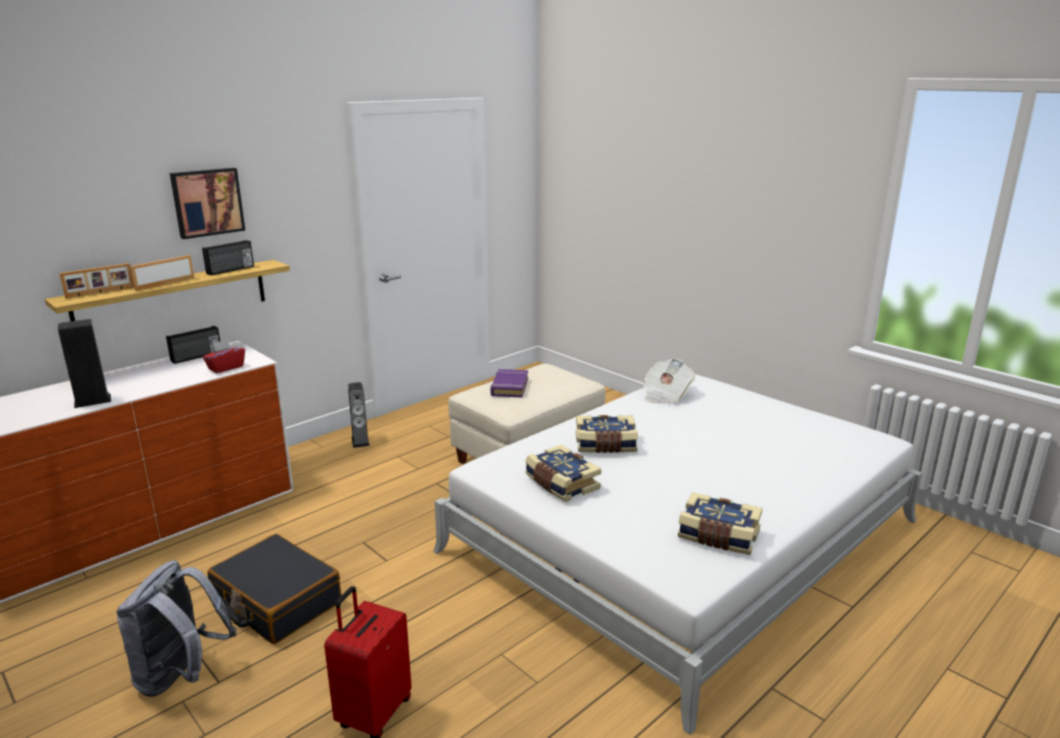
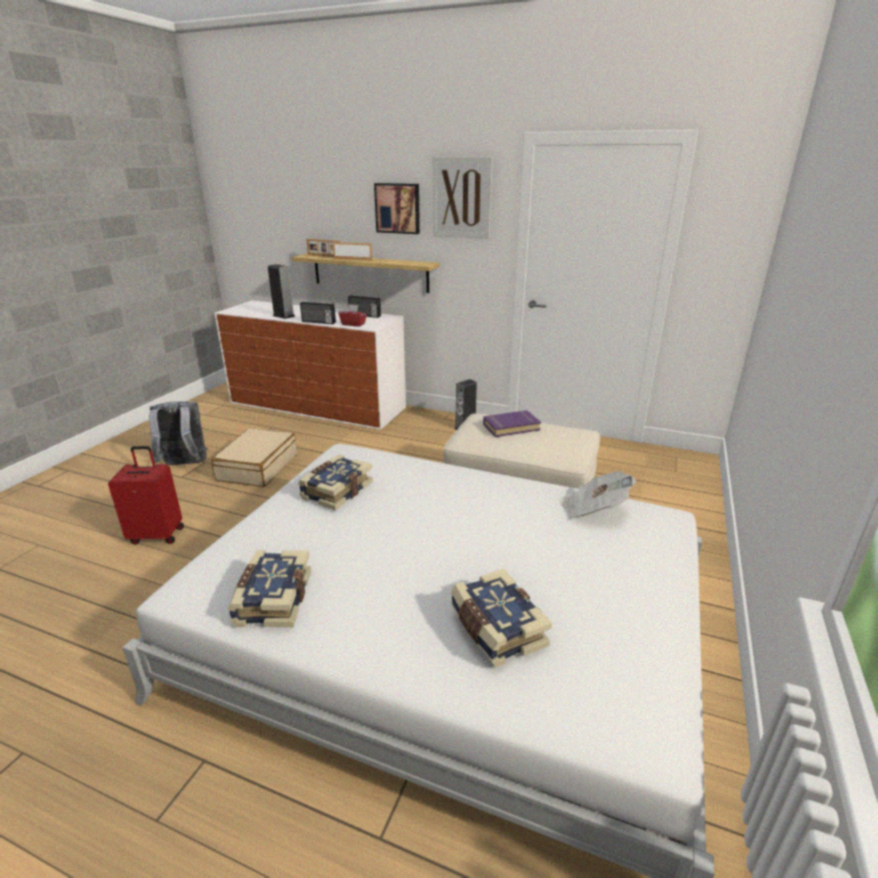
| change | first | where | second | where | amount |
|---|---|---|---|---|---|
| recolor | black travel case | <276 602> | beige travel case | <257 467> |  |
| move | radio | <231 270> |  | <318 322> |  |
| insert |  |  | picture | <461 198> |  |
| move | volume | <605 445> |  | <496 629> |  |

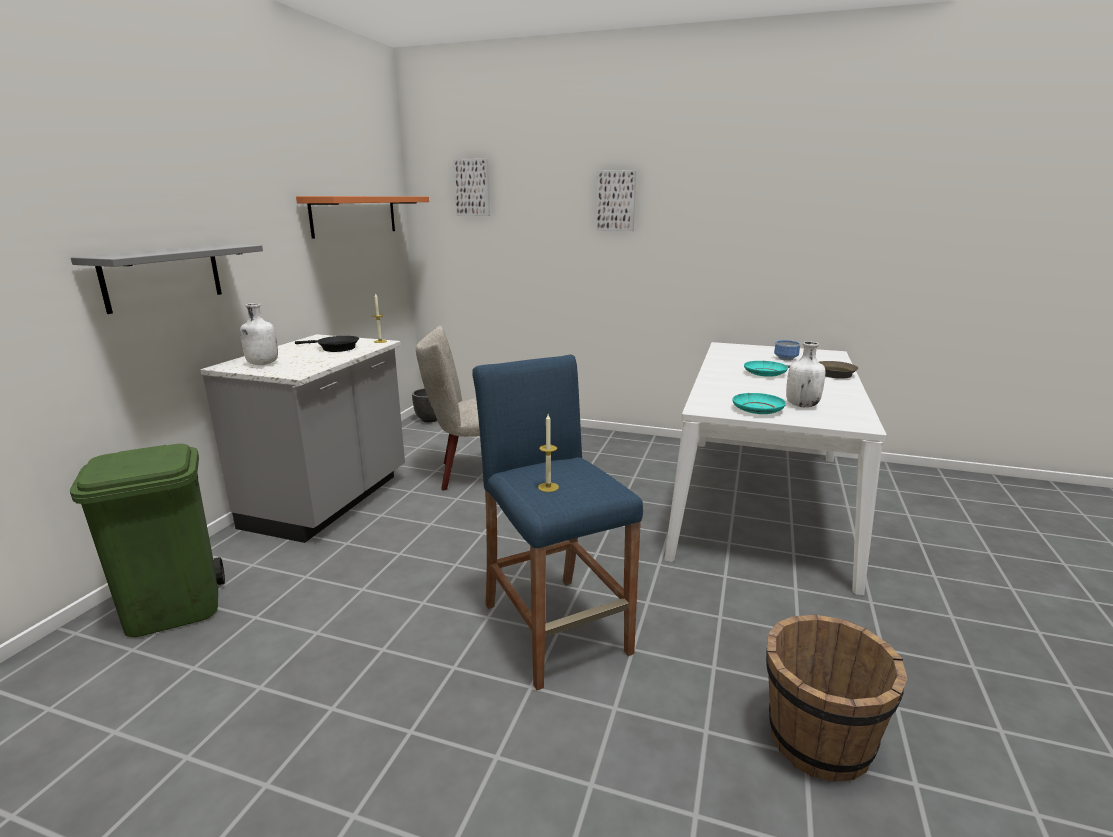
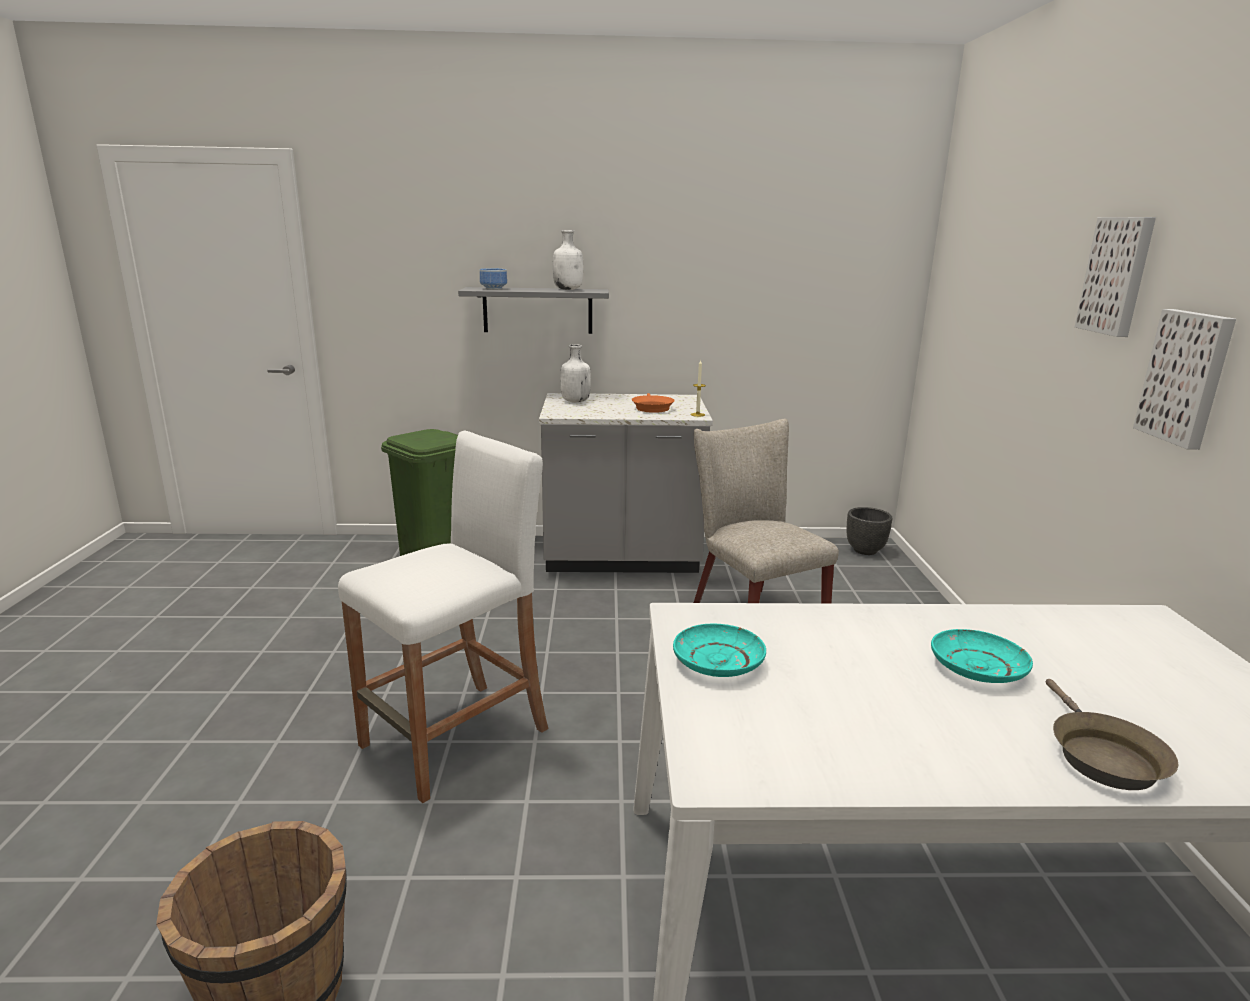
| change | first | where | second | where | amount |
|---|---|---|---|---|---|
| recolor | blue stool | <555 628> | white stool | <455 738> |  |
| move | deep dish | <786 358> |  | <494 289> |  |
| move | white beverage bottle | <801 405> |  | <568 289> |  |
| recolor | black frying pan | <335 348> | orange-coloured frying pan | <651 408> |  |
| move | picture | <473 187> |  | <1187 377> |  |
| delete | orange-coloured wall shelf | <354 215> |  |  |  |
| delete | candle | <548 487> |  |  |  |

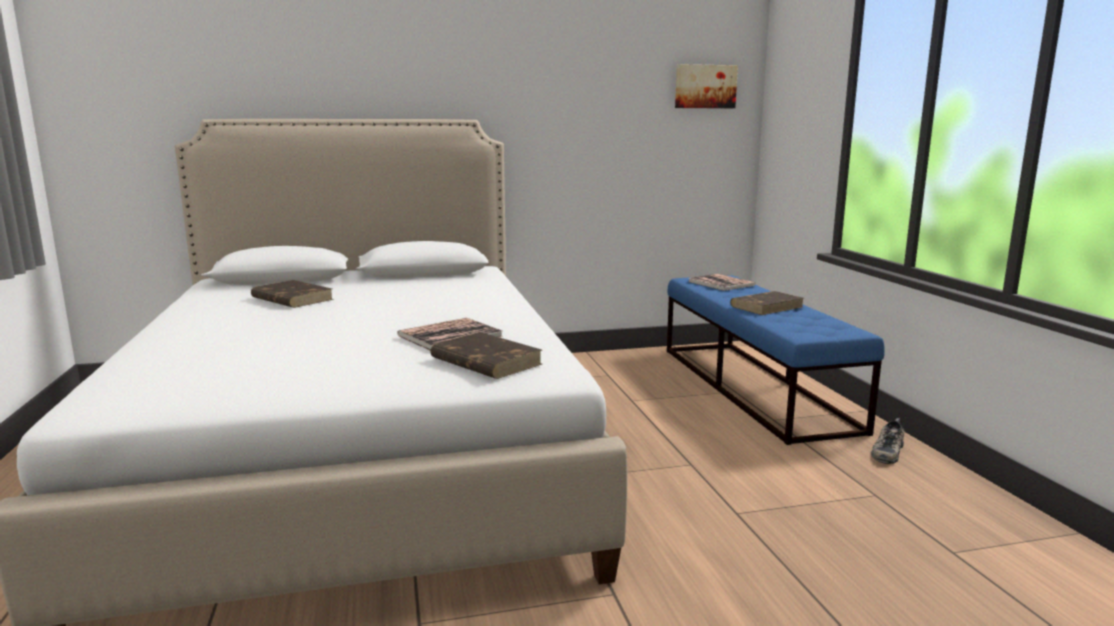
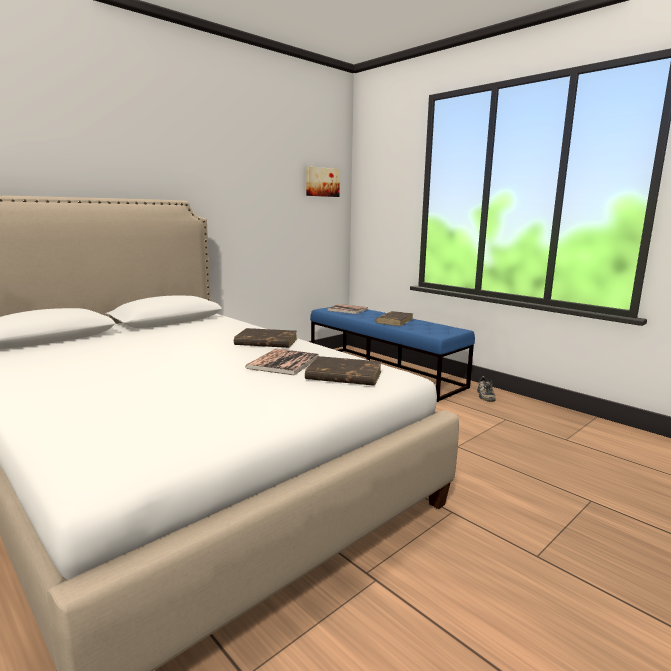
| change | first | where | second | where | amount |
|---|---|---|---|---|---|
| move | brownish volume | <291 298> |  | <265 342> |  |

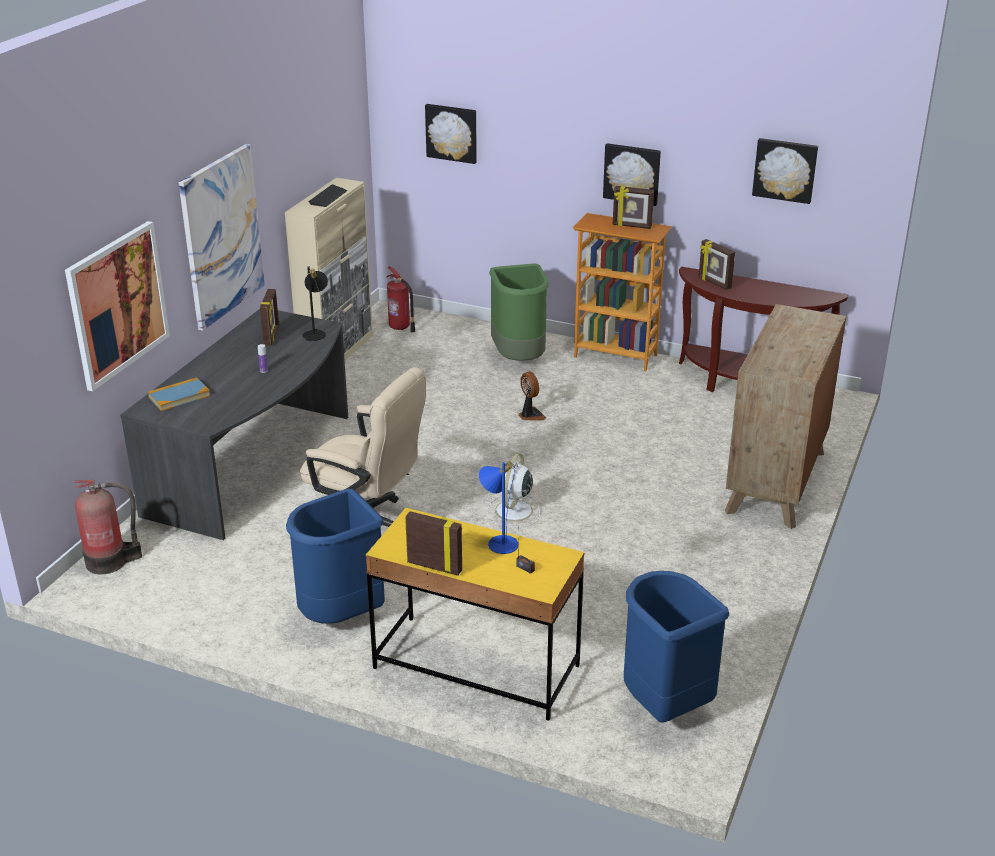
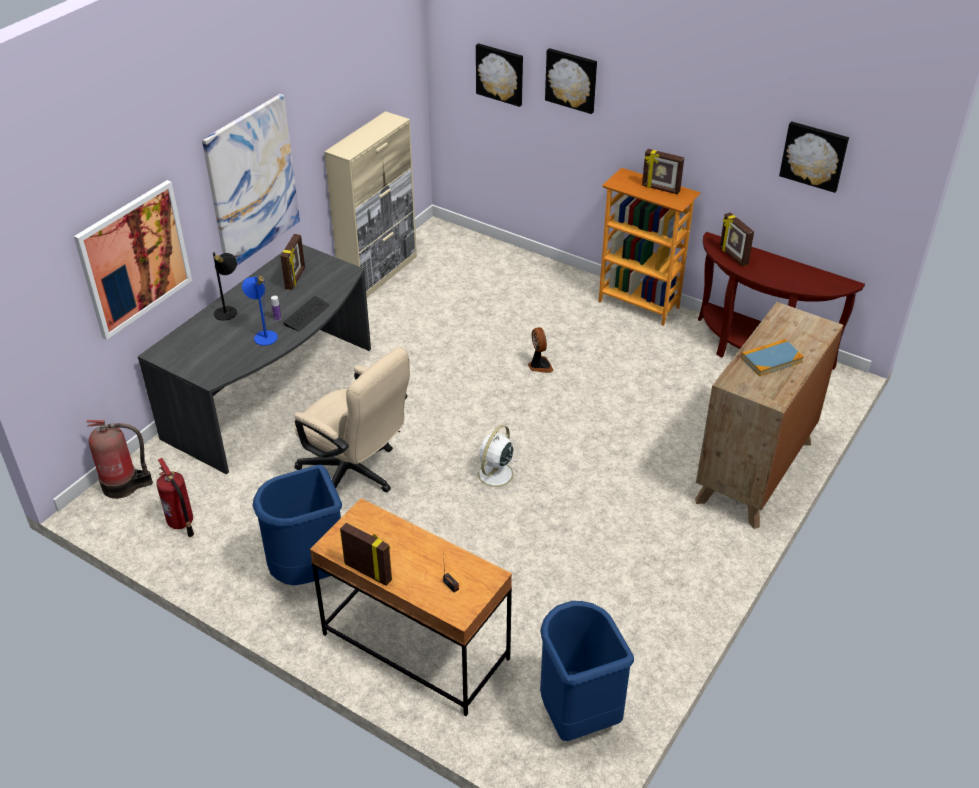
| change | first | where | second | where | amount |
|---|---|---|---|---|---|
| move | extinguisher | <400 327> |  | <181 523> |  |
| move | black tabletop lamp | <316 333> |  | <228 311> |  |
| move | blue tabletop lamp | <499 541> |  | <264 335> |  |
| move | computer keyboard | <328 197> |  | <306 315> |  |
| recolor | yellow-coloured desk unit | <476 667> | brownish desk unit | <415 646> |  |
| move | picture | <632 173> |  | <571 80> |  |
| move | volume | <179 396> |  | <771 359> |  |
| delete | green rubbish bin | <519 359> |  |  |  |

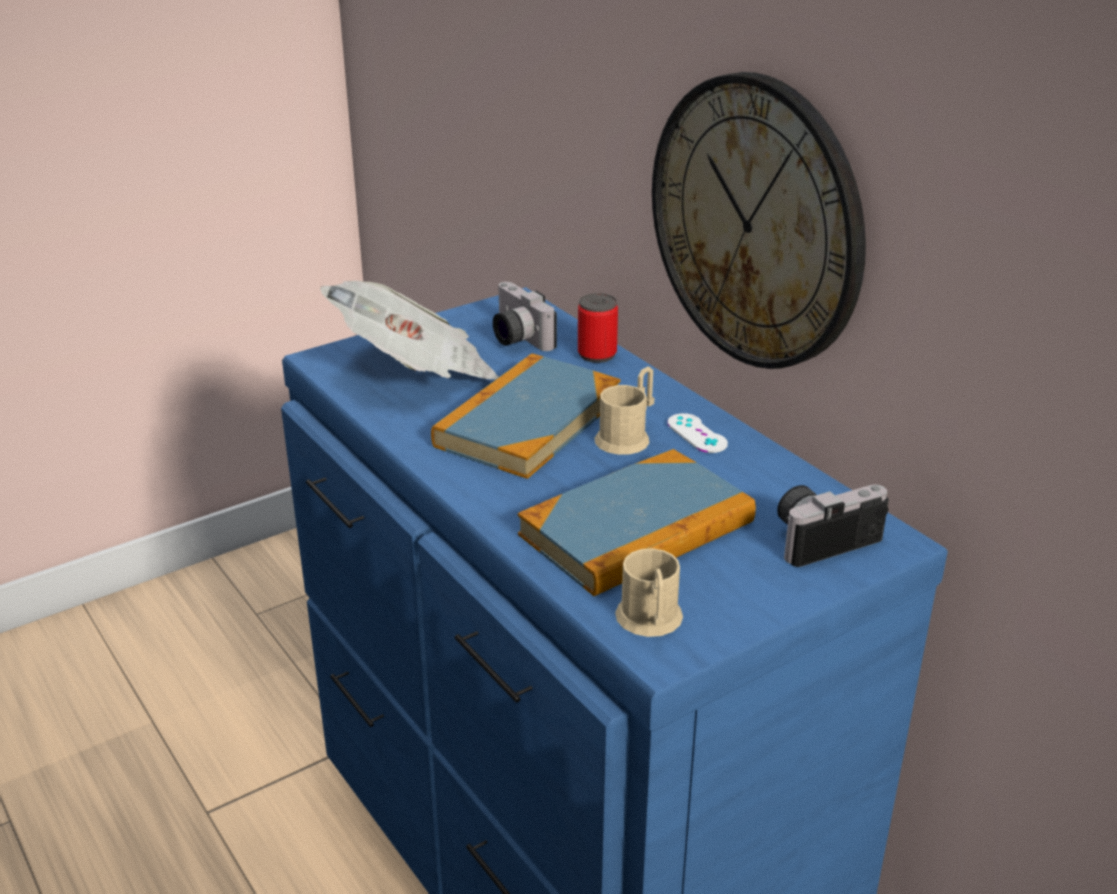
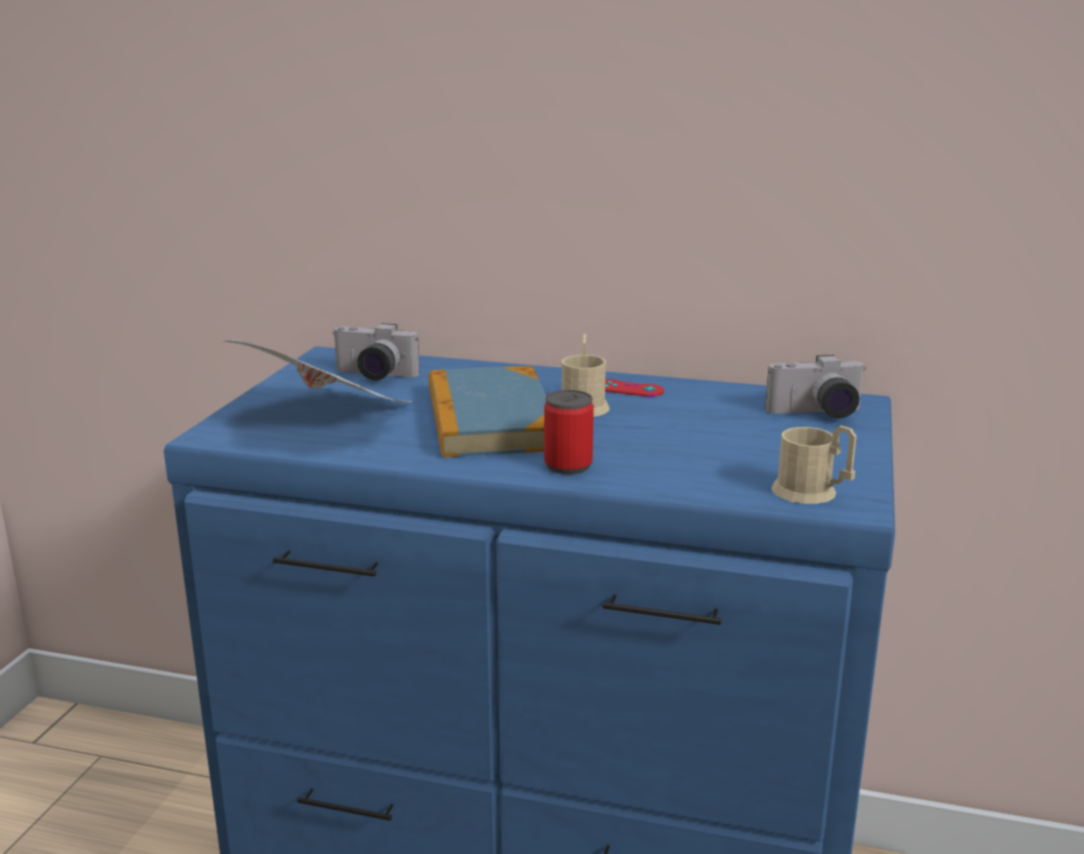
| change | first | where | second | where | amount |
|---|---|---|---|---|---|
| move | metal can | <597 354> |  | <568 465> |  |
| recolor | white joypad | <697 433> | red-coloured joypad | <628 389> |  |
| rotate | still camera | <822 537> |  | <817 414> | 120 degrees counterclockwise |
| delete | volume | <637 529> |  |  |  |
| delete | hanging clock | <756 222> |  |  |  |

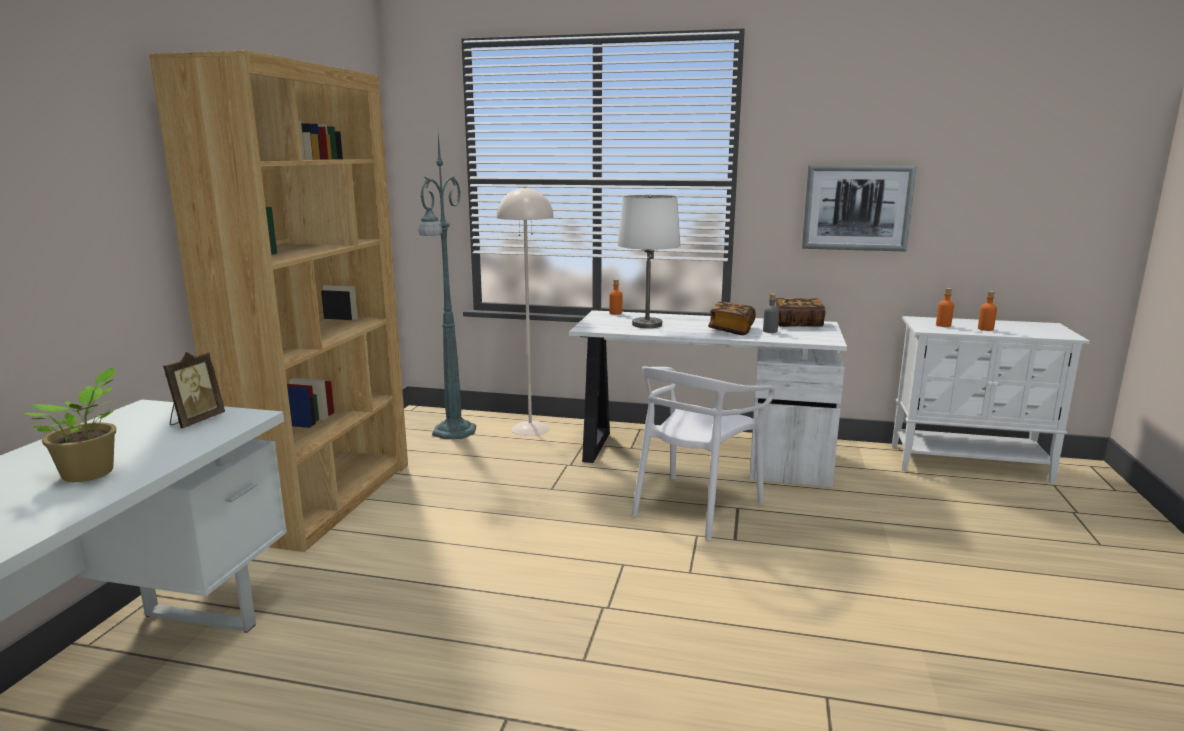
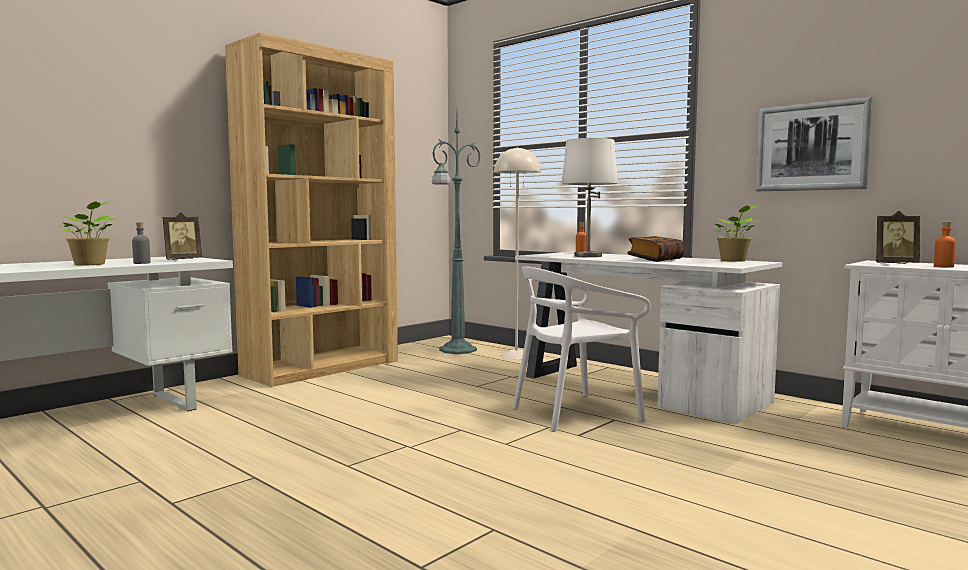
| change | first | where | second | where | amount |
|---|---|---|---|---|---|
| move | gray beverage bottle | <770 331> |  | <142 263> |  |
| replace | volume | <798 323> | houseplant | <734 261> |  |
| replace | orange-coloured beverage bottle | <943 325> | picture frame | <895 264> |  |

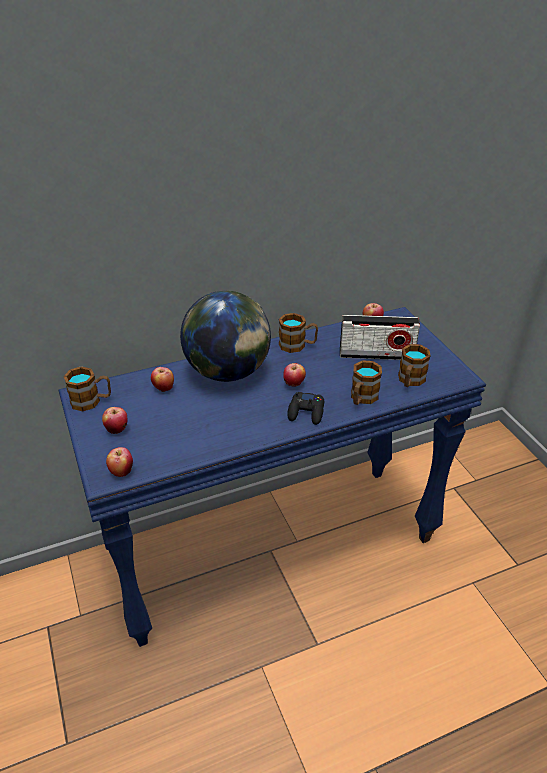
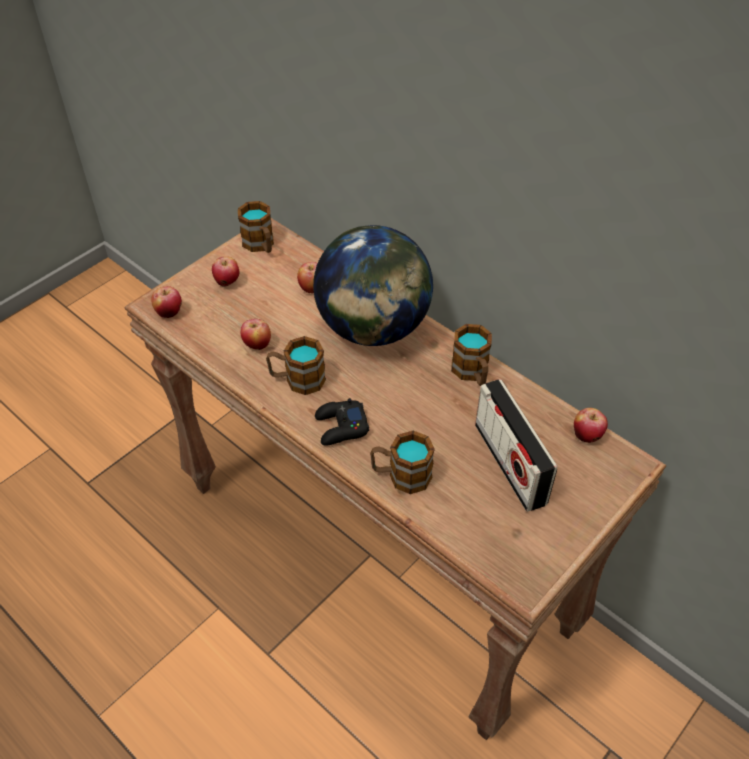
| change | first | where | second | where | amount |
|---|---|---|---|---|---|
| recolor | blue hall table | <273 546> | brownish hall table | <377 555> |  |
| move | whole apple | <294 385> |  | <257 345> |  |
| move | mug | <410 381> |  | <297 380> |  |

